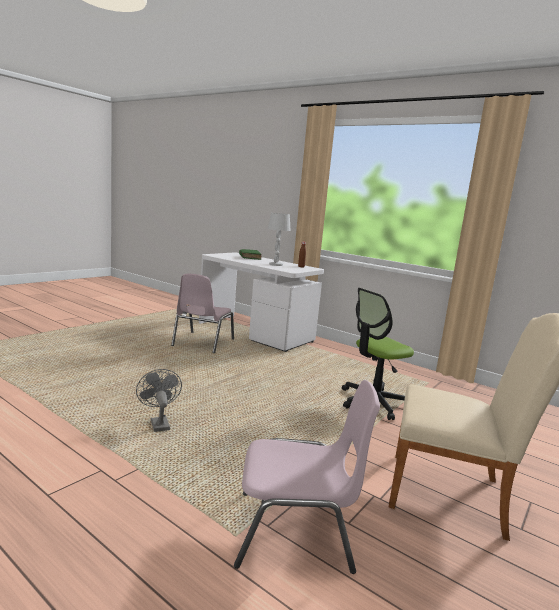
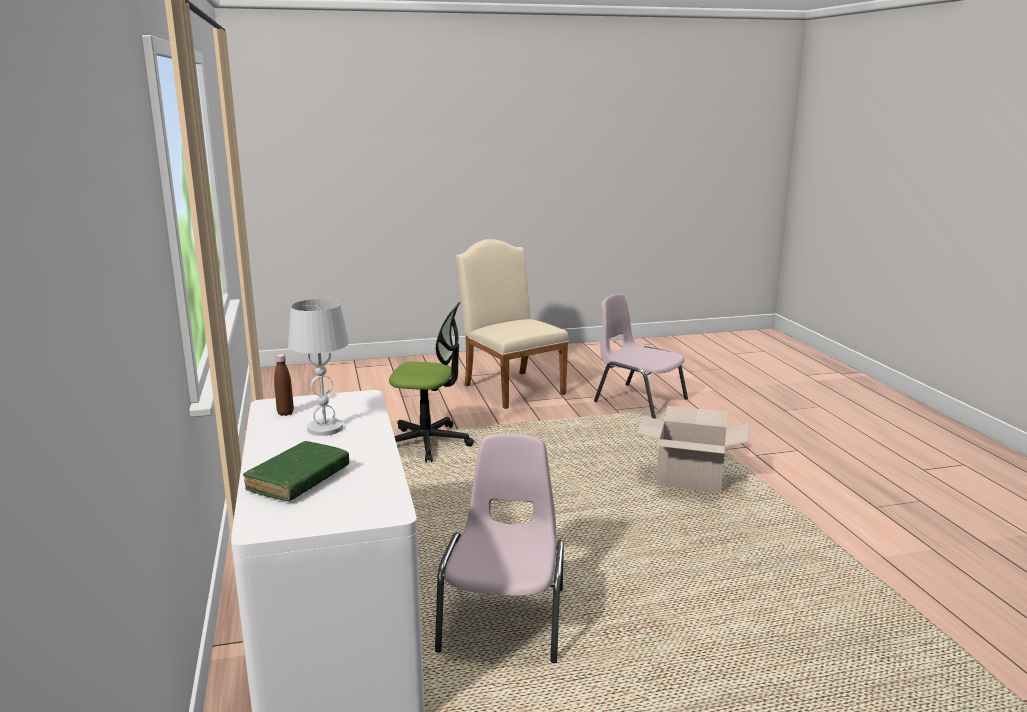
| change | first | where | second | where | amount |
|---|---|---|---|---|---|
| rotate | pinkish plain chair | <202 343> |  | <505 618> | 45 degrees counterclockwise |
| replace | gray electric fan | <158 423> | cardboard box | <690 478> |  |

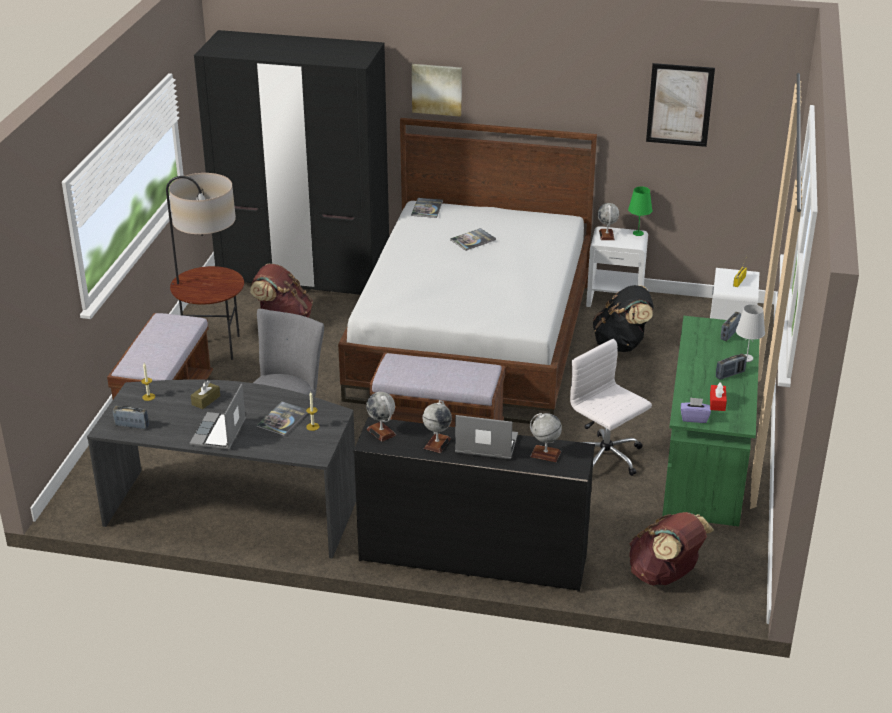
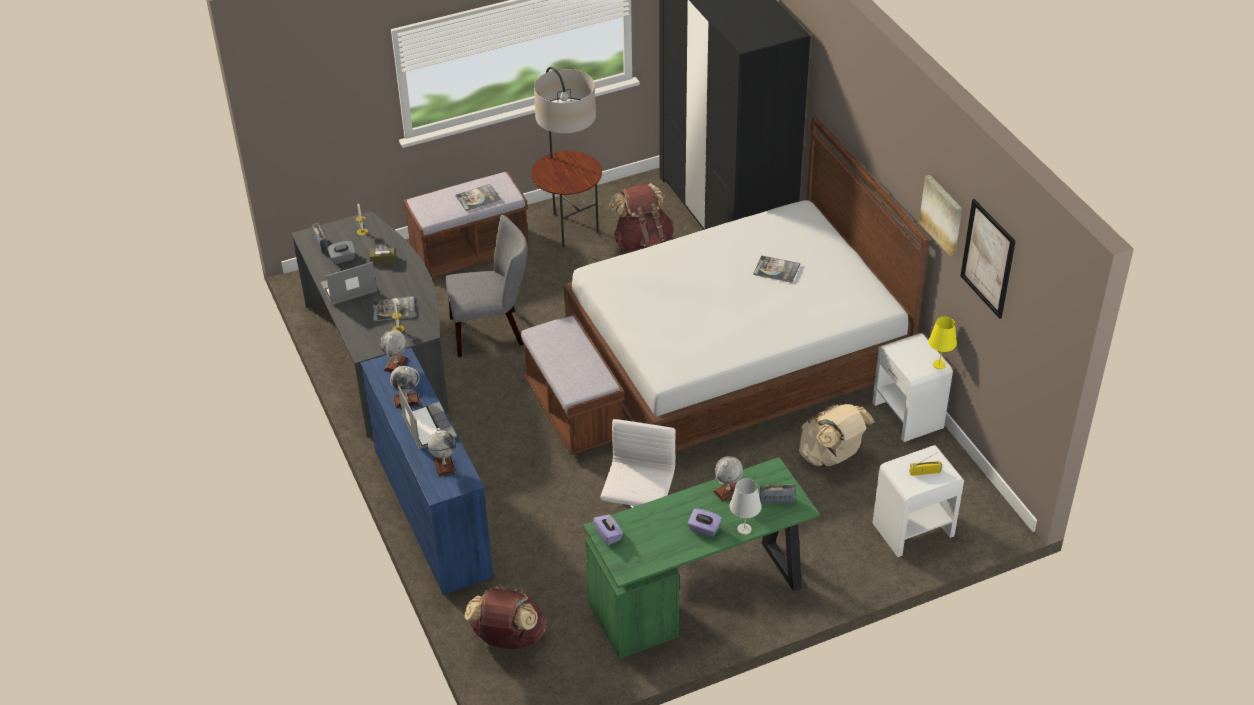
| change | first | where | second | where | amount |
|---|---|---|---|---|---|
| insert |  |  | gray tissue holder | <342 258> |  |
| recolor | black chest of drawers | <472 557> | blue chest of drawers | <433 512> |  |
| move | volume | <427 208> |  | <478 198> |  |
| replace | radio | <730 374> | purple tissue holder | <704 529> |  |
| move | world globe | <606 235> |  | <727 491> |  |
| recolor | black rucksack | <621 345> | beige rucksack | <831 456> |  |
| move | picture | <437 89> |  | <942 214> |  |
| recolor | green tabletop lamp | <638 233> | yellow-coloured tabletop lamp | <939 364> |  |
| delete | red-coloured tissue holder | <717 402> |  |  |  |

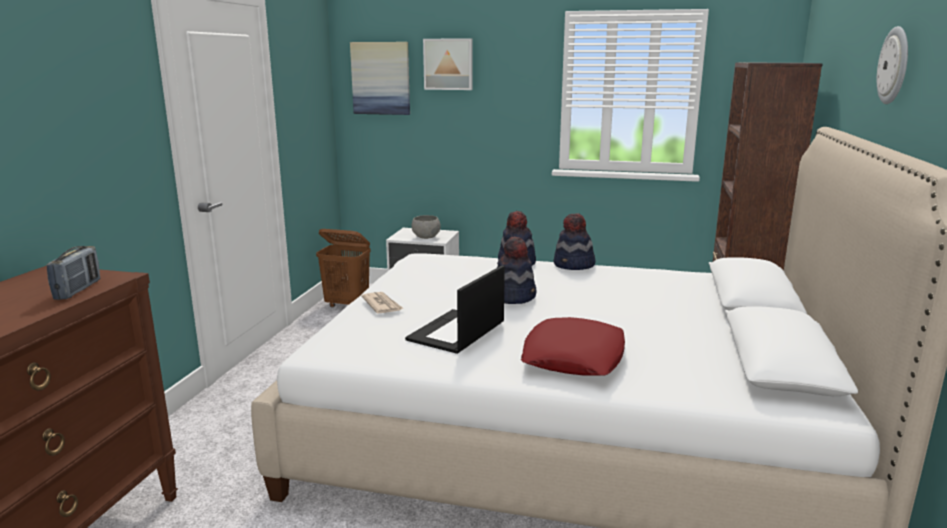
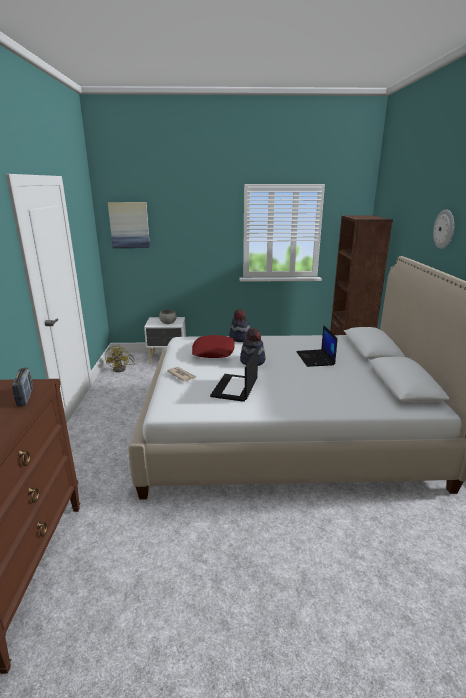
| change | first | where | second | where | amount |
|---|---|---|---|---|---|
| replace | brownish washing basket | <347 305> | yellow-coloured electric fan | <122 368> |  |
| move | red-coloured cushion | <574 357> |  | <213 351> |  |
| insert |  |  | laptop | <315 358> |  |
| delete | picture | <448 64> |  |  |  |
| delete | clothing hat | <574 265> |  |  |  |

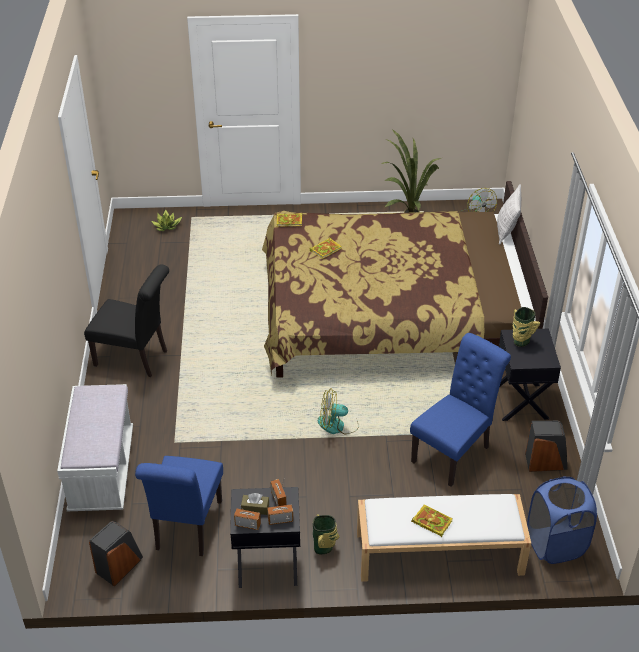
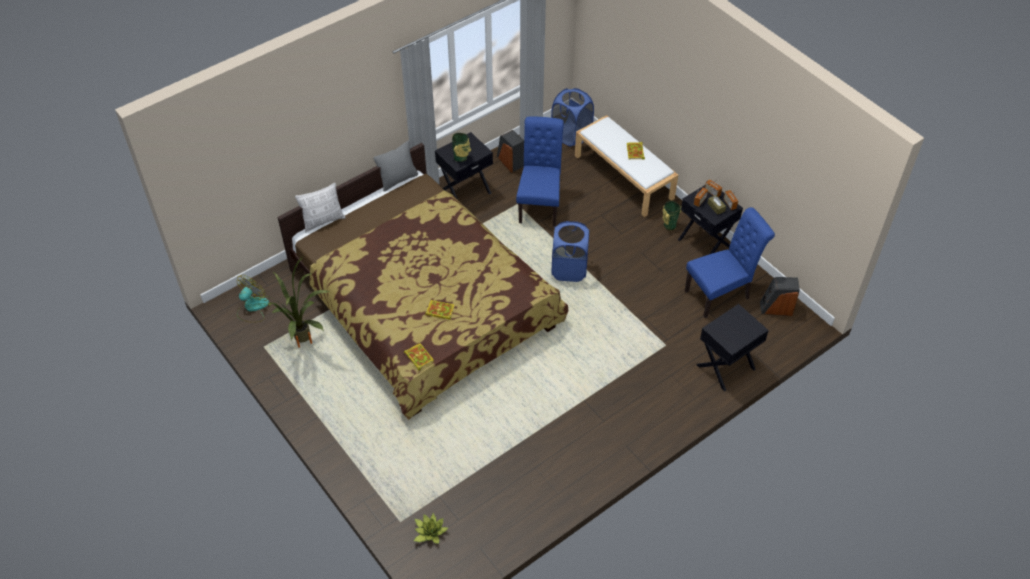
| change | first | where | second | where | amount |
|---|---|---|---|---|---|
| insert |  |  | gray cushion | <398 179> |  |
| rotate | blue plain chair | <454 452> |  | <540 203> | 90 degrees clockwise |
| replace | electric fan | <337 425> | blue washing basket | <569 269> |  |
| replace | white indoor bench | <102 471> | black bedside table | <726 367> |  |
| delete | black plain chair | <135 358> |  |  |  |

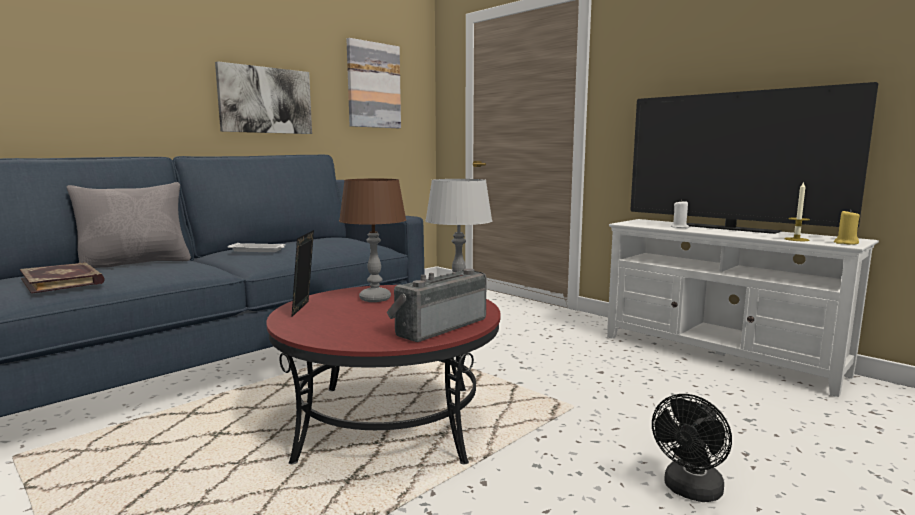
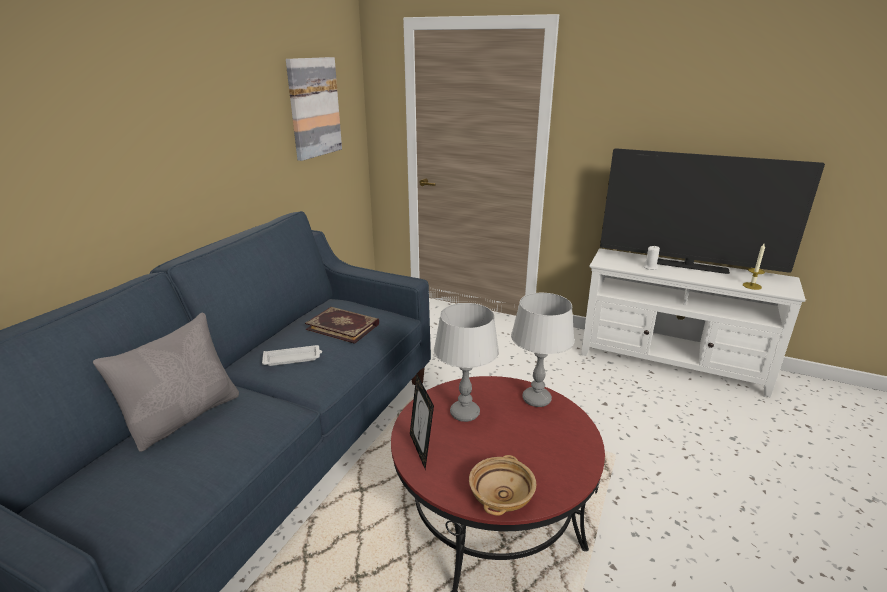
| change | first | where | second | where | amount |
|---|---|---|---|---|---|
| move | volume | <64 281> |  | <343 326> |  |
| recolor | brownish tabletop lamp | <374 298> | gray tabletop lamp | <464 413> |  |
| insert |  |  | beige deep dish | <501 495> |  |
| delete | picture | <265 100> |  |  |  |
| delete | radio | <438 326> |  |  |  |
| delete | black electric fan | <690 491> |  |  |  |
| delete | yellow-coloured candle | <845 243> |  |  |  |

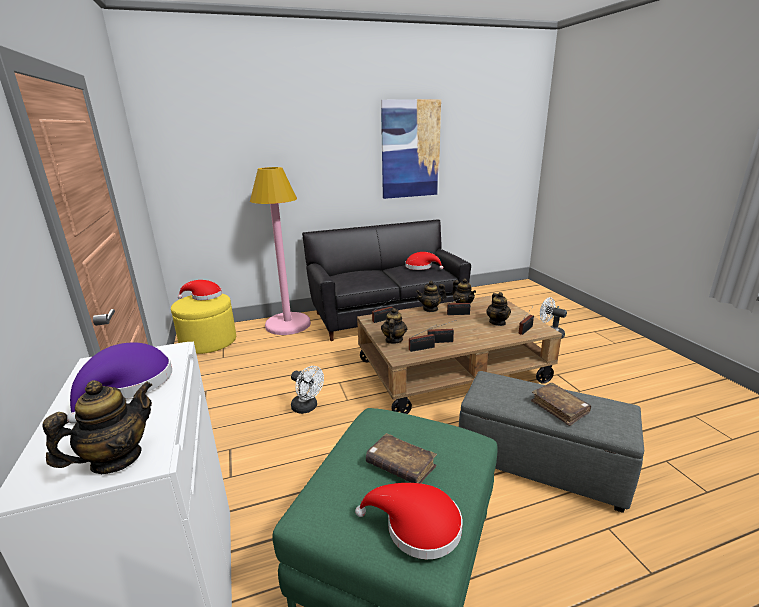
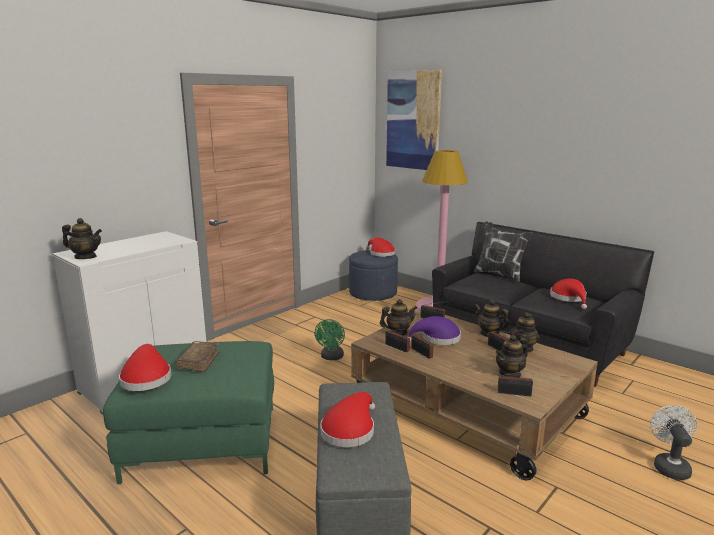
| change | first | where | second | where | amount |
|---|---|---|---|---|---|
| recolor | white electric fan | <307 408> | green electric fan | <331 357> |  |
| replace | brownish volume | <559 408> | red-coloured clothing hat | <349 430> |  |
| recolor | yellow-coloured footrest | <208 342> | blue footrest | <373 293> |  |
| move | picture | <410 149> |  | <413 120> |  |
| move | purple clothing hat | <128 385> |  | <437 338> |  |
| insert |  |  | cushion | <499 275> |  |

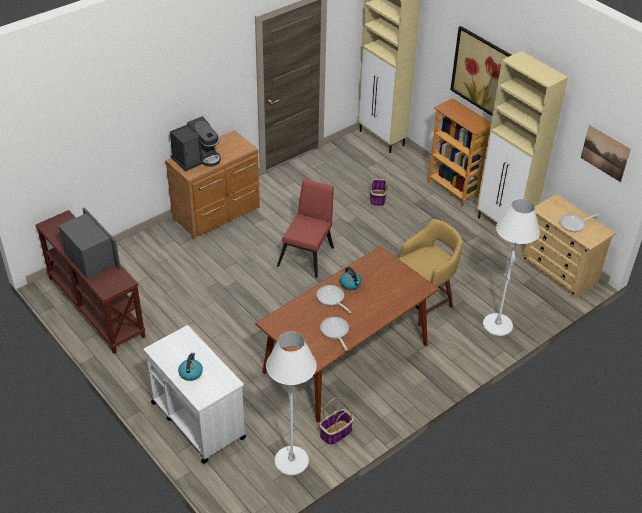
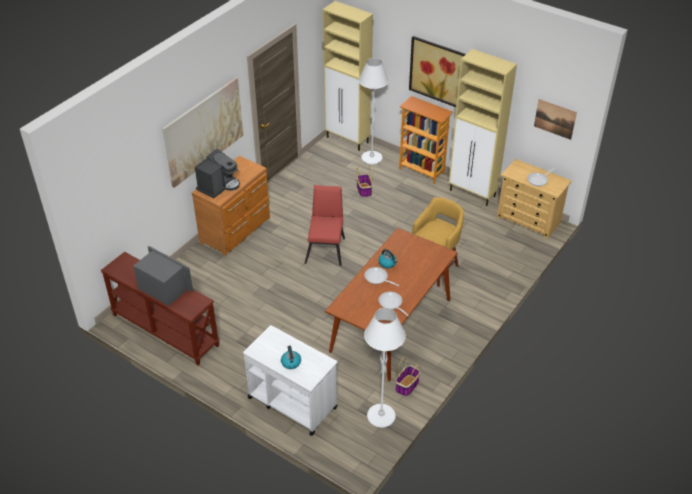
| change | first | where | second | where | amount |
|---|---|---|---|---|---|
| insert |  |  | picture | <204 131> |  |
| move | white standard lamp | <497 325> |  | <372 158> |  |

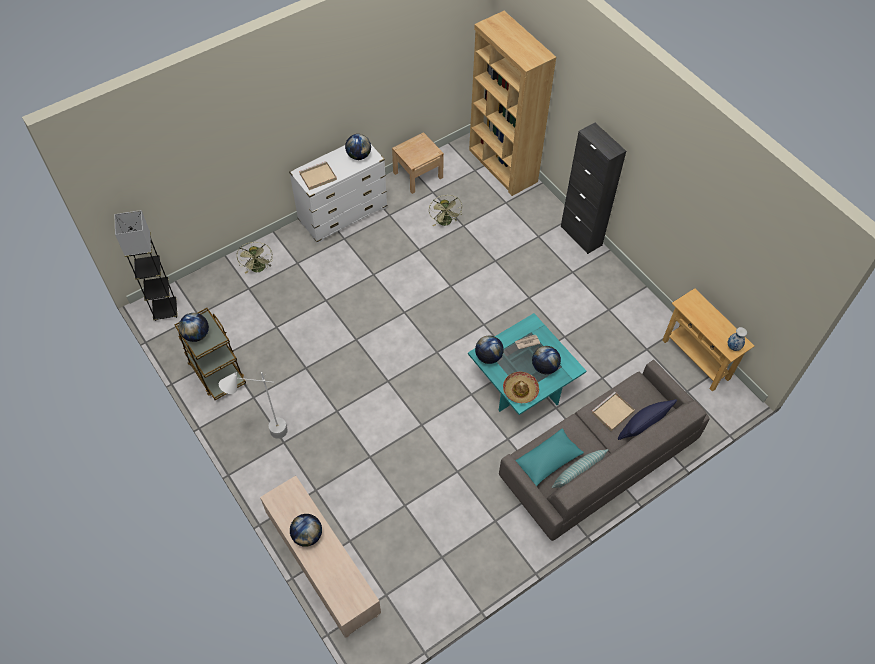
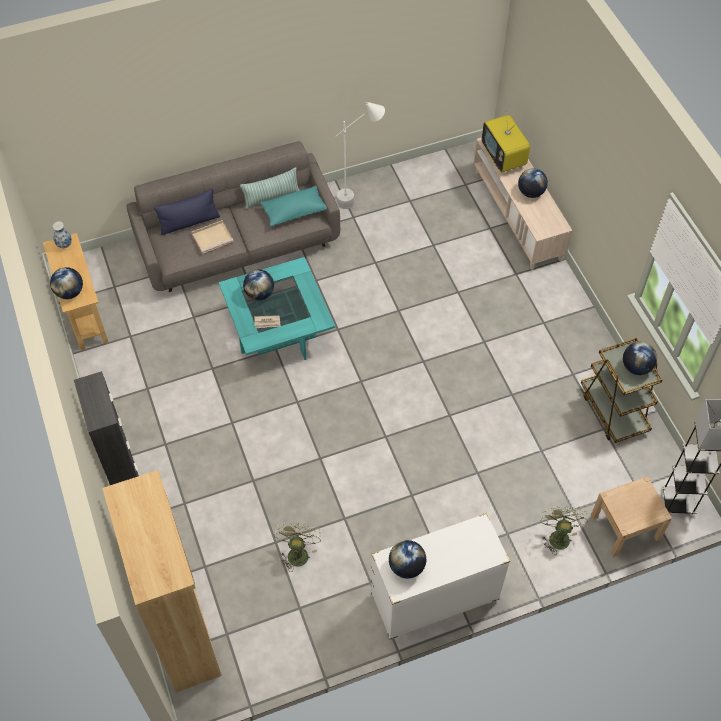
| change | first | where | second | where | amount |
|---|---|---|---|---|---|
| move | world globe | <488 357> |  | <70 292> |  |
| move | white standard lamp | <265 437> |  | <359 199> |  |
| insert |  |  | TV | <503 158> |  |
| move | beige bedside table | <418 175> |  | <625 527> |  |
| delete | beige tray | <317 177> |  |  |  |
| delete | clothing hat | <520 390> |  |  |  |

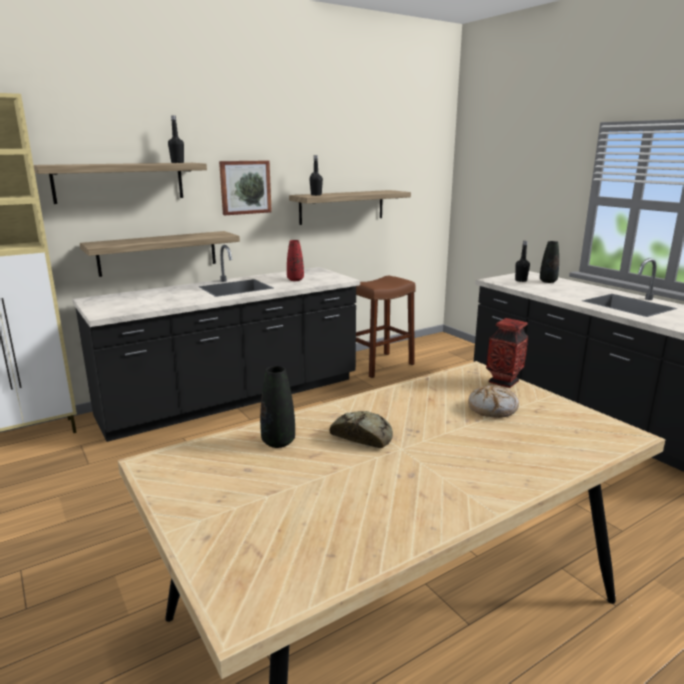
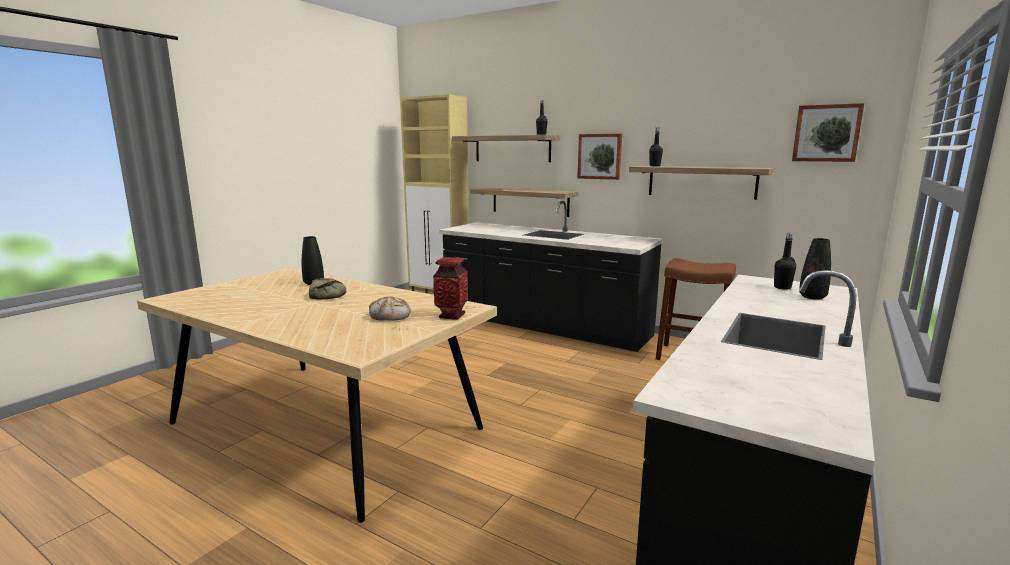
| change | first | where | second | where | amount |
|---|---|---|---|---|---|
| insert |  |  | picture | <826 133> |  |
| delete | red-coloured flower vase | <295 280> |  |  |  |

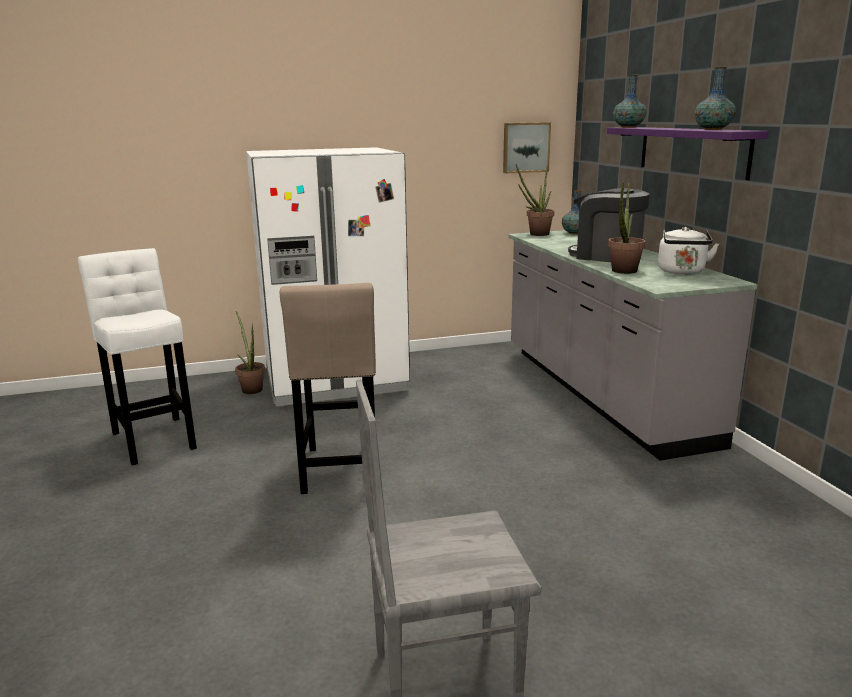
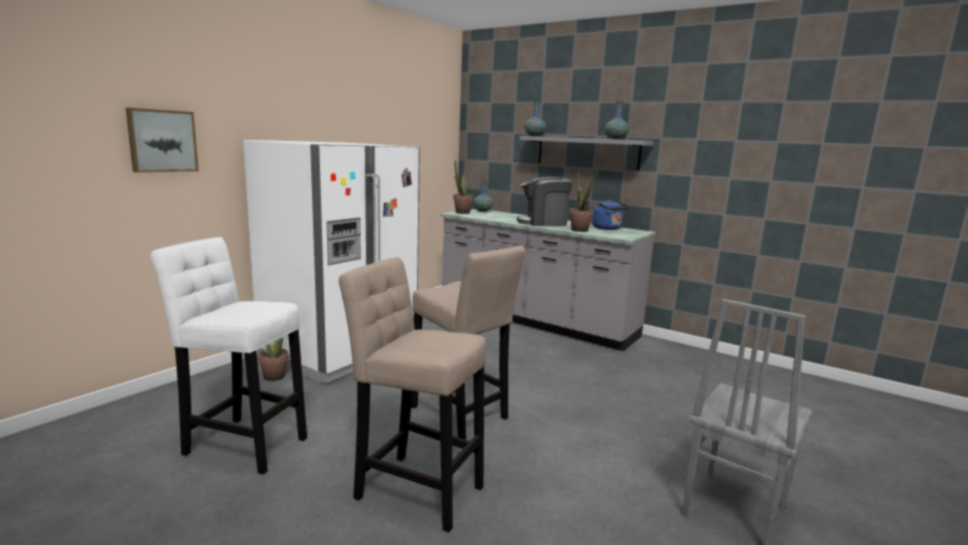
| change | first | where | second | where | amount |
|---|---|---|---|---|---|
| move | picture | <525 147> |  | <162 141> |  |
| insert |  |  | beige stool | <414 489> |  |
| recolor | purple wall shelf | <692 151> | gray wall shelf | <587 152> |  |
| recolor | white water kettle | <682 272> | blue water kettle | <608 229> |  |

